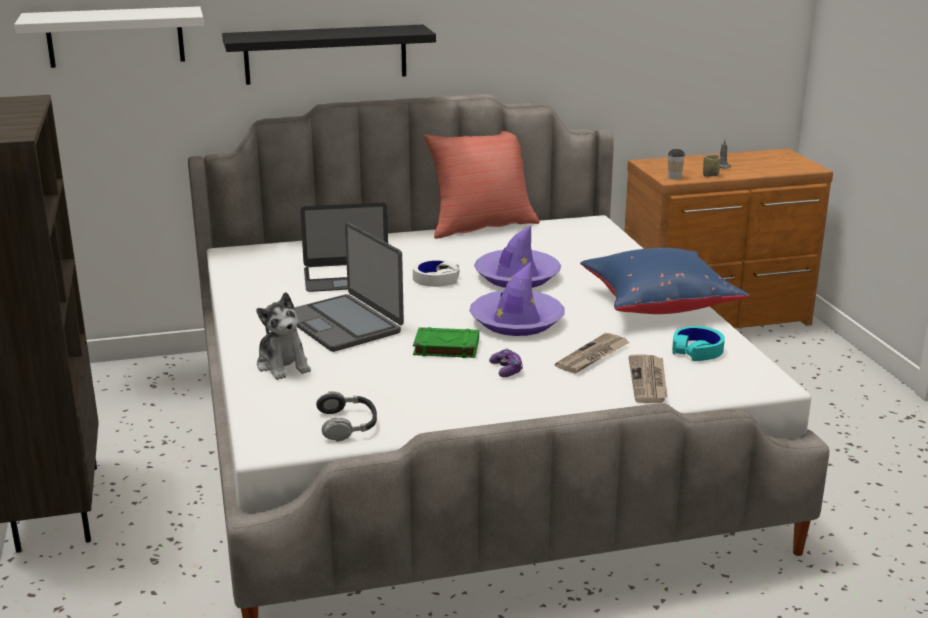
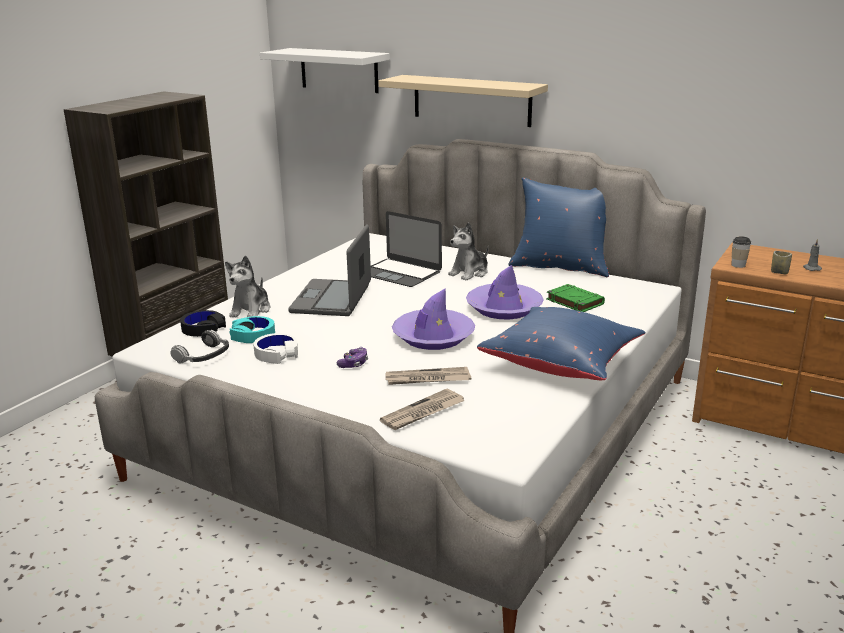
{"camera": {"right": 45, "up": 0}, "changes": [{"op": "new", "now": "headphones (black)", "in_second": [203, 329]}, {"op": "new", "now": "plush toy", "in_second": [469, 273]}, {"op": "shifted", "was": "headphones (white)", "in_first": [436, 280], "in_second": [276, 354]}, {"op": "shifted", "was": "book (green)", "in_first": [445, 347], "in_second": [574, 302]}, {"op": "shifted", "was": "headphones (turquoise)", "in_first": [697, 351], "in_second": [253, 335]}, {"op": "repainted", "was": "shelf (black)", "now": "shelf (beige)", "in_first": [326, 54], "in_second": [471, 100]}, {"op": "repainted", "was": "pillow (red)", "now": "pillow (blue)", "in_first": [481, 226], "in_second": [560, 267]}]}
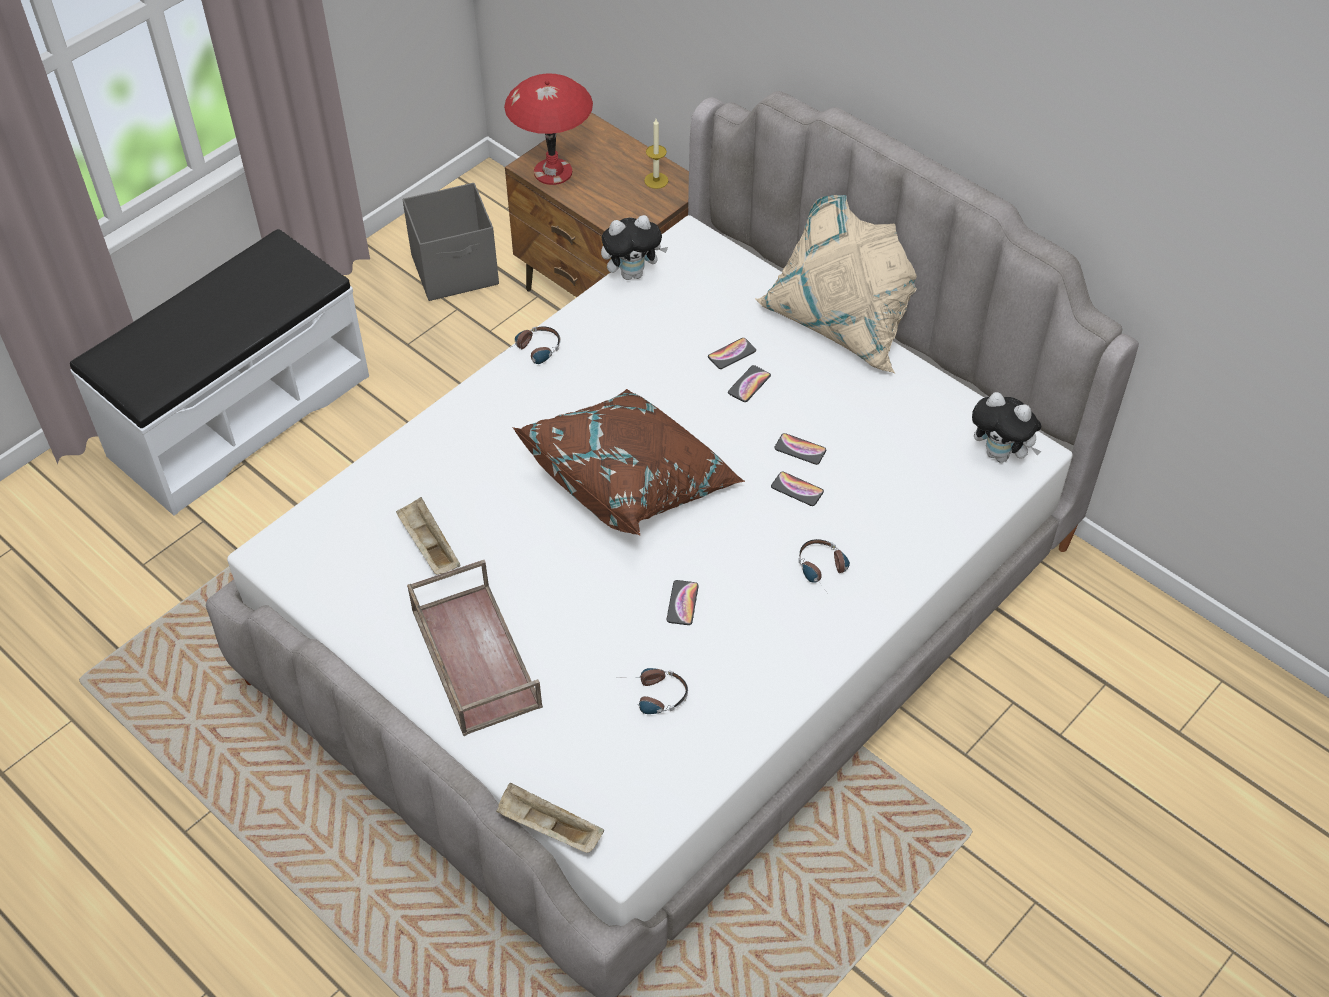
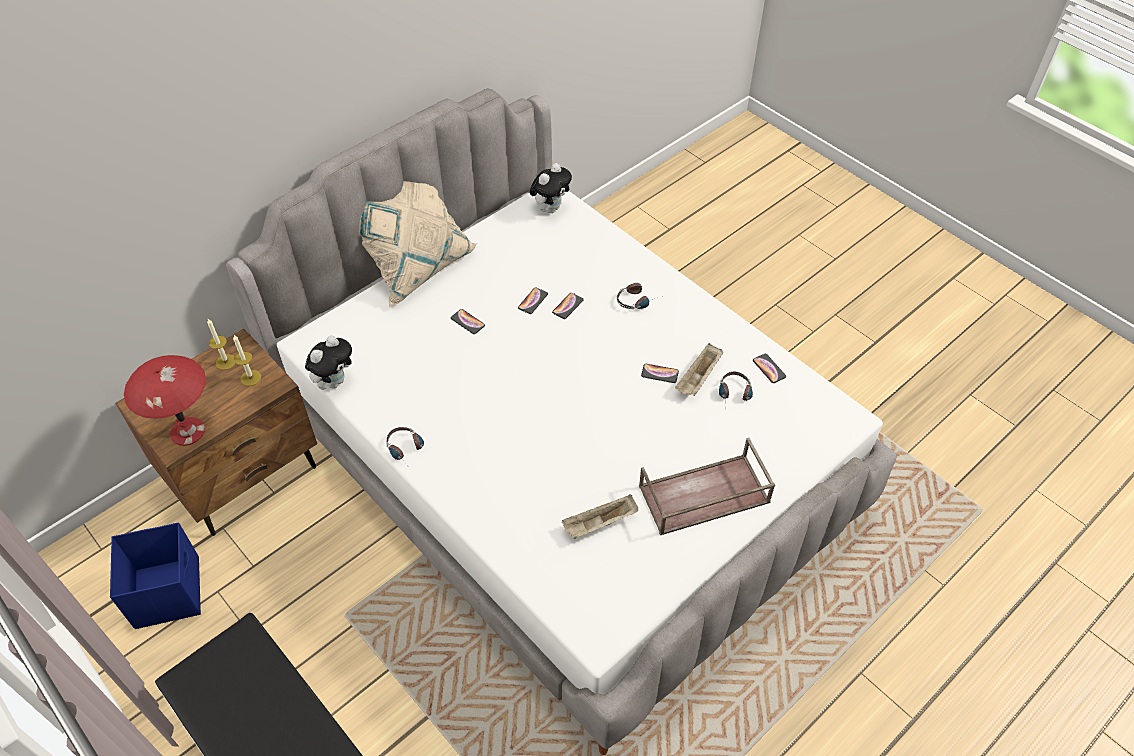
{"camera": {"right": -85, "up": 0}, "changes": [{"op": "gone", "was": "pillow (brown)", "in_first": [632, 481]}, {"op": "new", "now": "candle", "in_second": [251, 378]}, {"op": "shifted", "was": "tray (beige)", "in_first": [548, 828], "in_second": [698, 378]}, {"op": "shifted", "was": "phone", "in_first": [732, 354], "in_second": [769, 369]}, {"op": "repainted", "was": "storage box (grey)", "now": "storage box (blue)", "in_first": [456, 271], "in_second": [168, 591]}, {"op": "rotated", "was": "plush toy", "in_first": [632, 273], "in_second": [334, 381], "clockwise": 45}]}
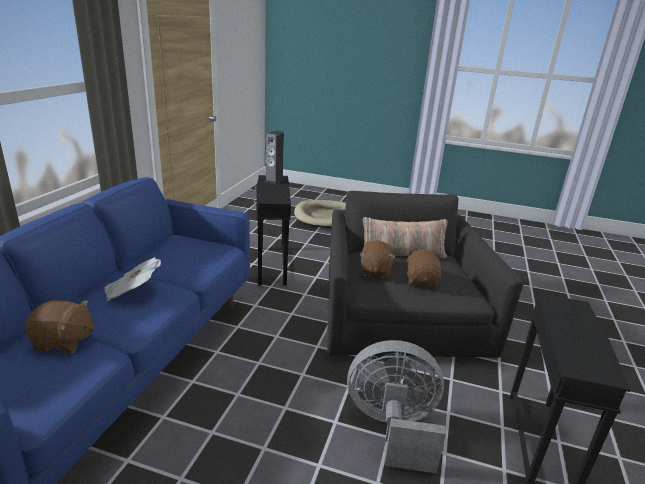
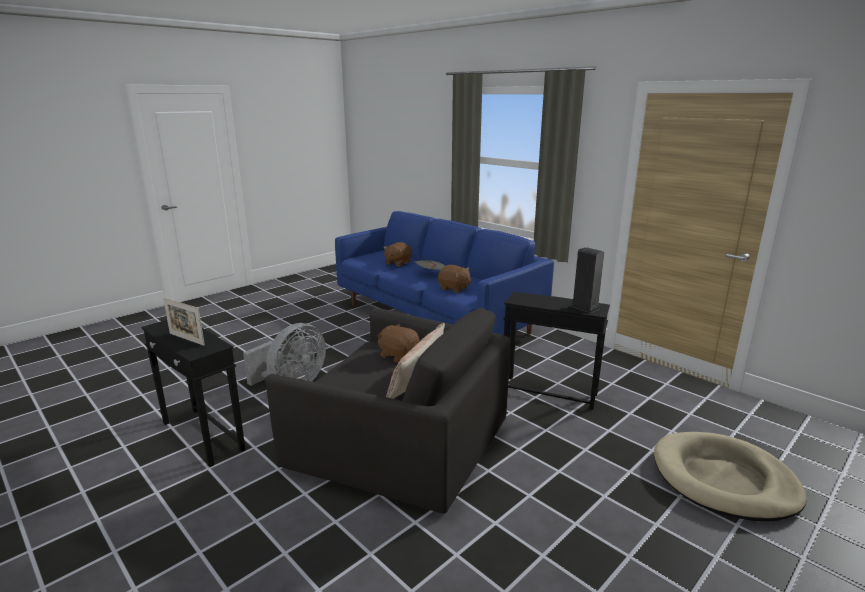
{"camera": {"right": 120, "up": -5}, "changes": [{"op": "new", "now": "picture frame", "in_second": [186, 339]}, {"op": "shifted", "was": "plush toy (brown)", "in_first": [421, 280], "in_second": [454, 288]}]}
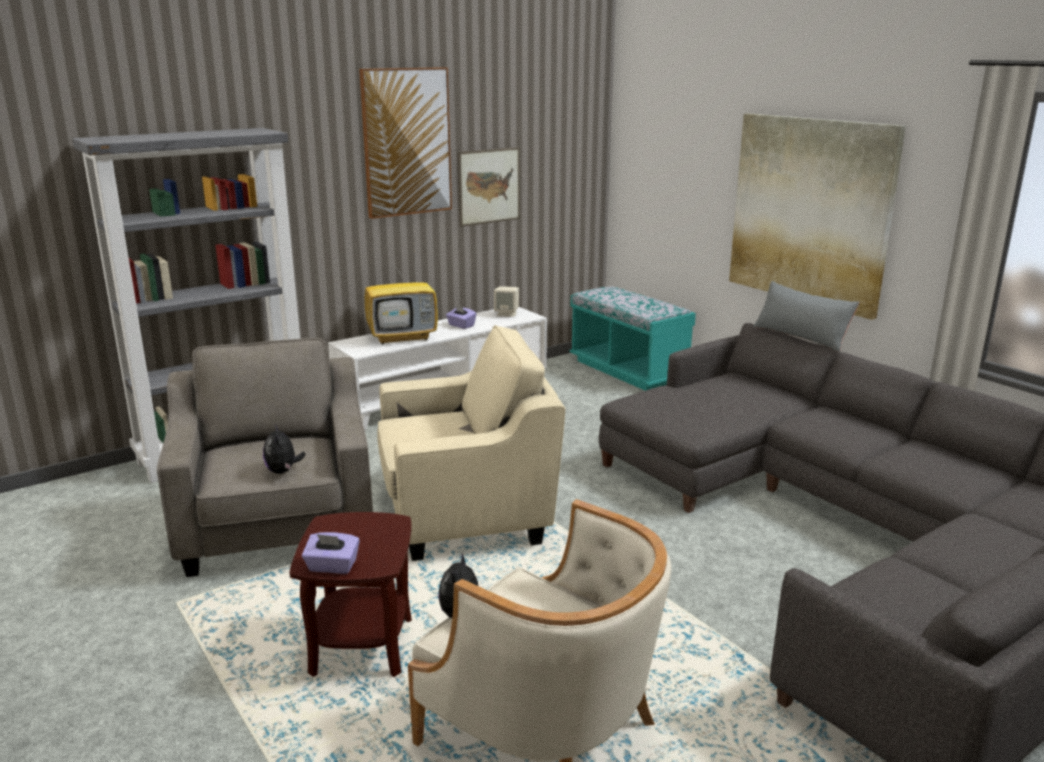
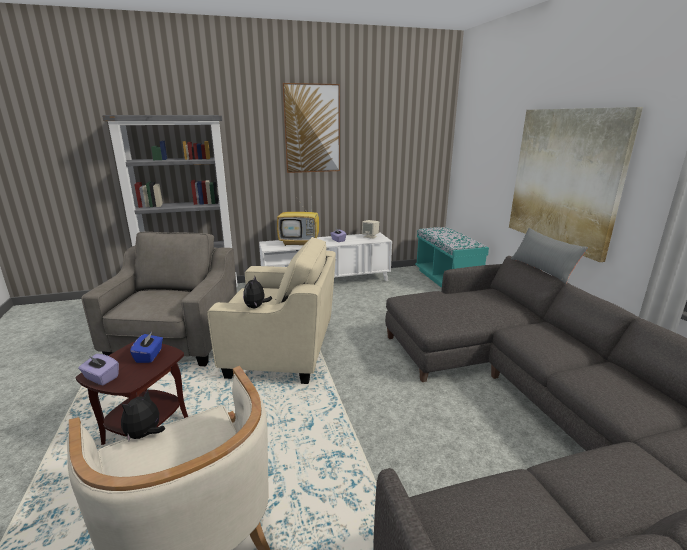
{"camera": {"right": 20, "up": 0}, "changes": [{"op": "gone", "was": "picture", "in_first": [489, 186]}, {"op": "new", "now": "tissue box (blue)", "in_second": [149, 356]}, {"op": "shifted", "was": "plush toy", "in_first": [283, 471], "in_second": [256, 307]}]}
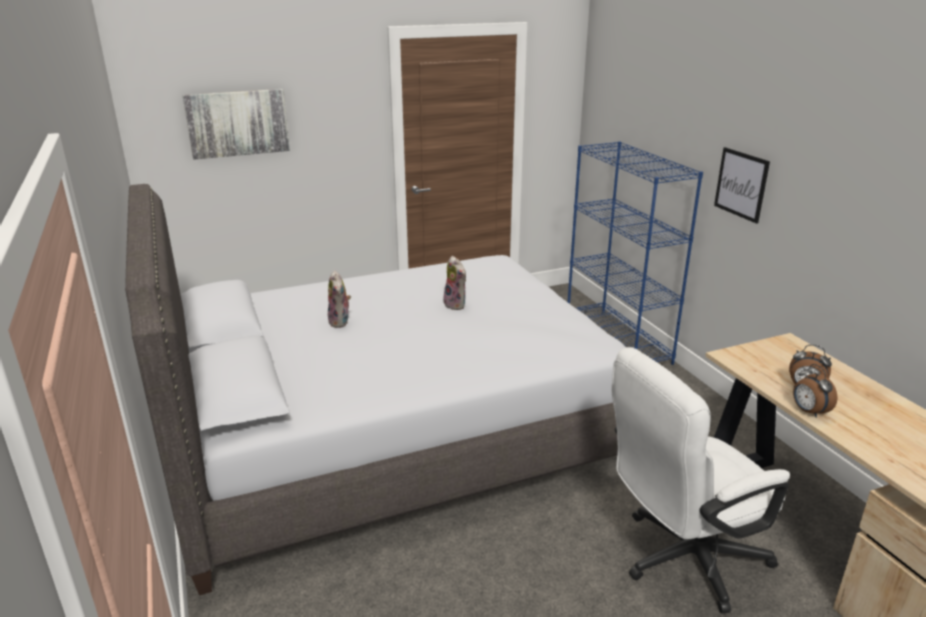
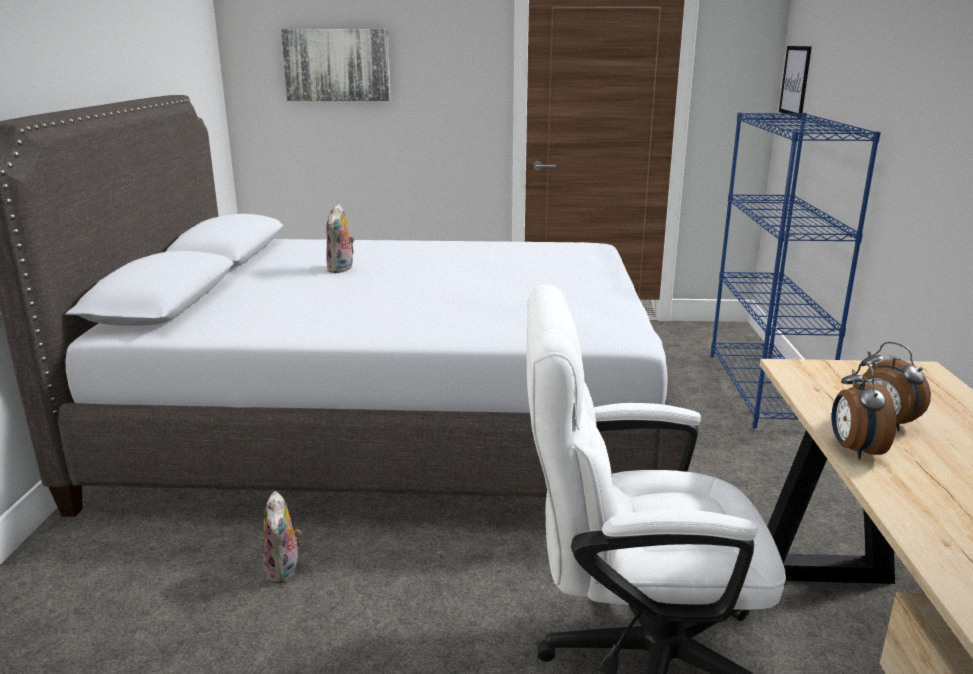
{"camera": {"right": 25, "up": -5}, "changes": [{"op": "shifted", "was": "plush toy", "in_first": [456, 305], "in_second": [285, 571]}, {"op": "shifted", "was": "picture", "in_first": [741, 184], "in_second": [795, 80]}]}
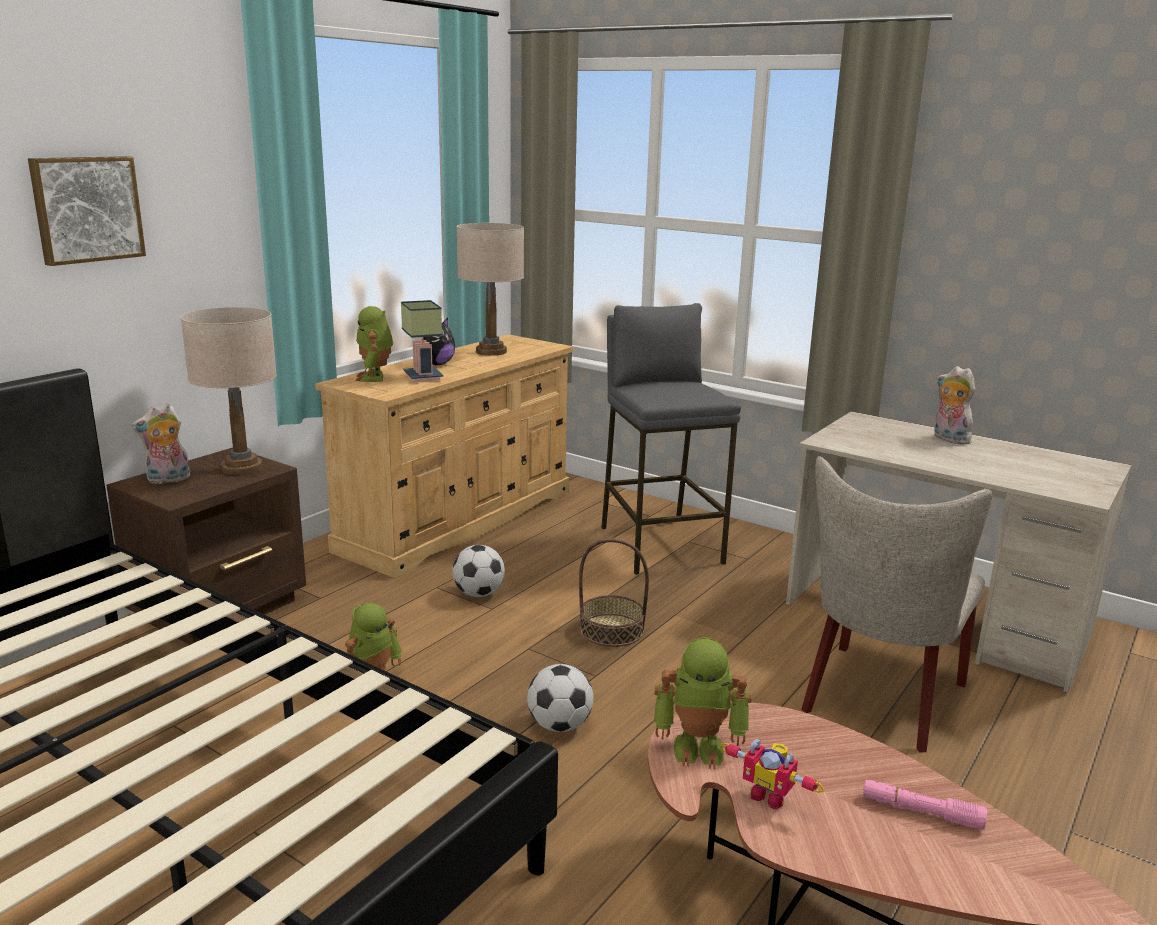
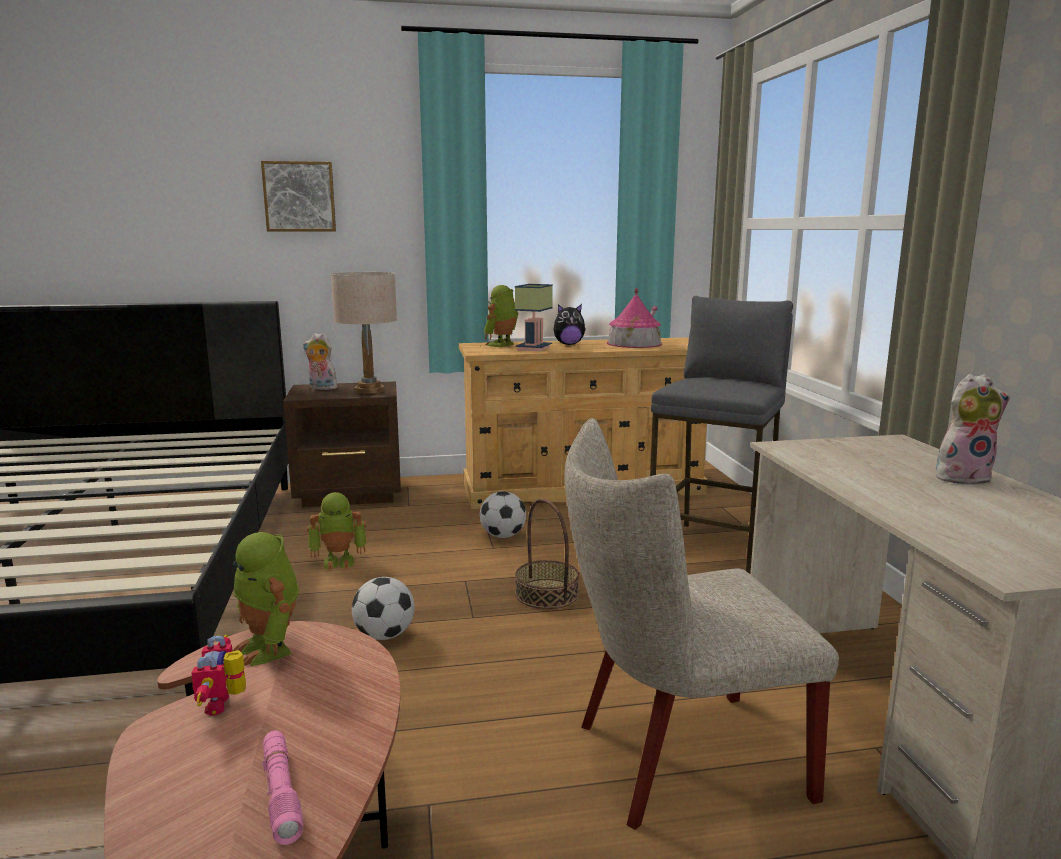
{"camera": {"right": 45, "up": -5}, "changes": [{"op": "swapped", "was": "table lamp (beige)", "now": "toy house", "in_first": [491, 352], "in_second": [634, 343]}, {"op": "rotated", "was": "plush toy", "in_first": [948, 439], "in_second": [962, 477], "clockwise": 75}]}
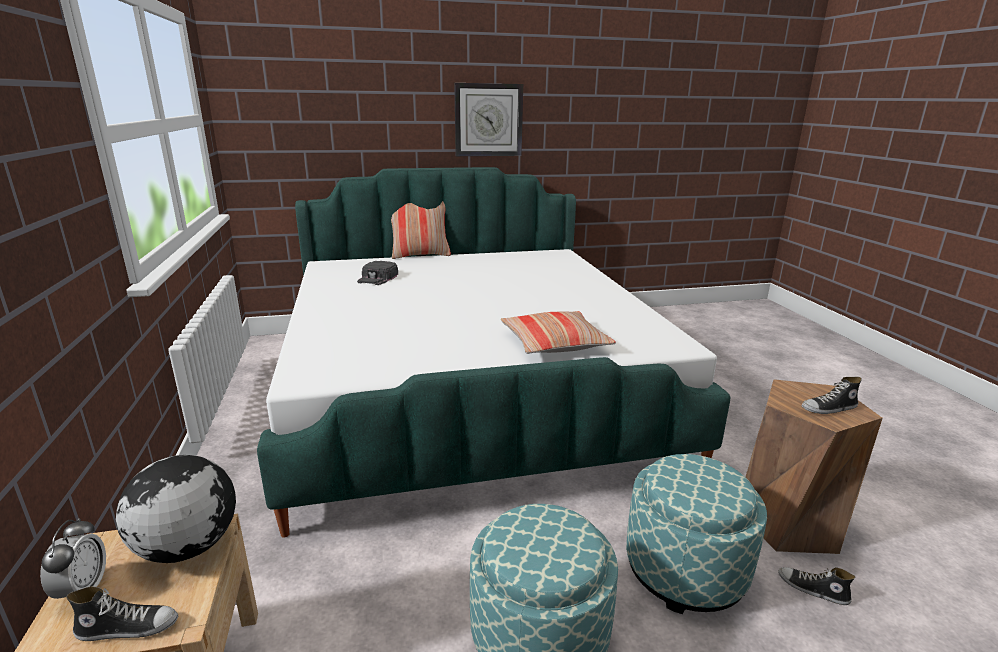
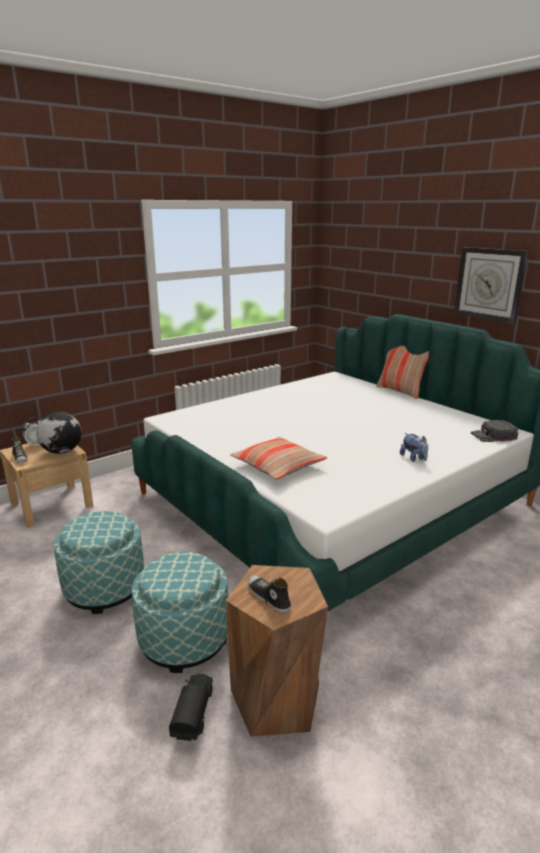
{"camera": {"right": 65, "up": 0}, "changes": [{"op": "new", "now": "plush toy", "in_second": [414, 458]}, {"op": "shifted", "was": "cap (black)", "in_first": [378, 278], "in_second": [493, 436]}, {"op": "swapped", "was": "shoe", "now": "toy truck", "in_first": [812, 589], "in_second": [194, 714]}]}
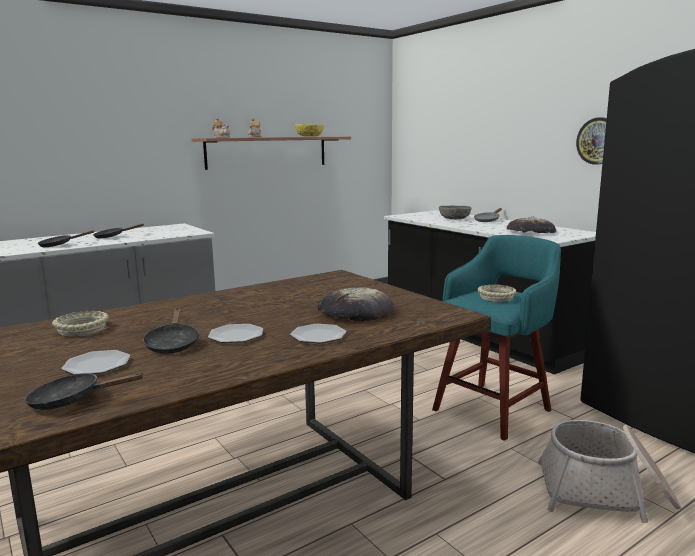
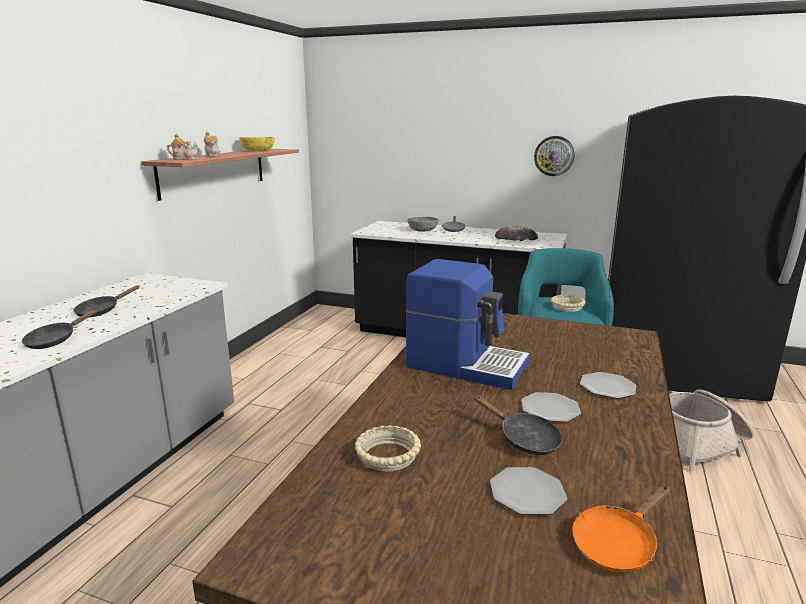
{"camera": {"right": -35, "up": 5}, "changes": [{"op": "gone", "was": "bread", "in_first": [355, 311]}, {"op": "new", "now": "coffee machine", "in_second": [466, 364]}, {"op": "repainted", "was": "frying pan (black)", "now": "frying pan (orange)", "in_first": [72, 400], "in_second": [617, 544]}]}
